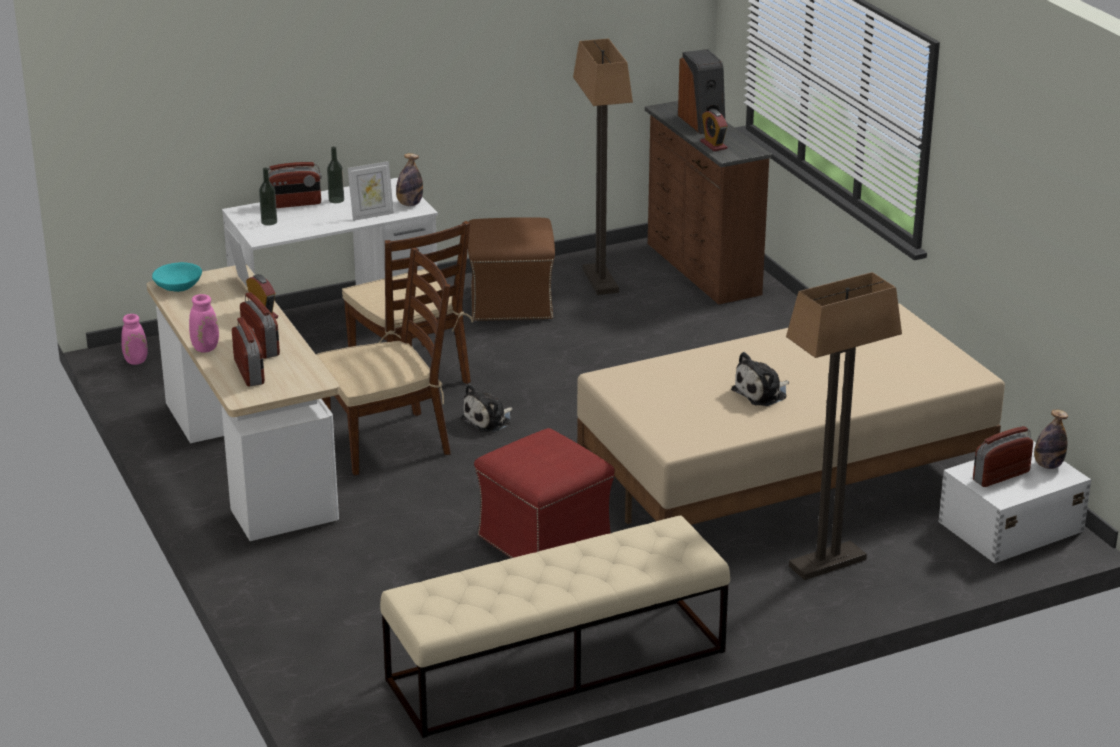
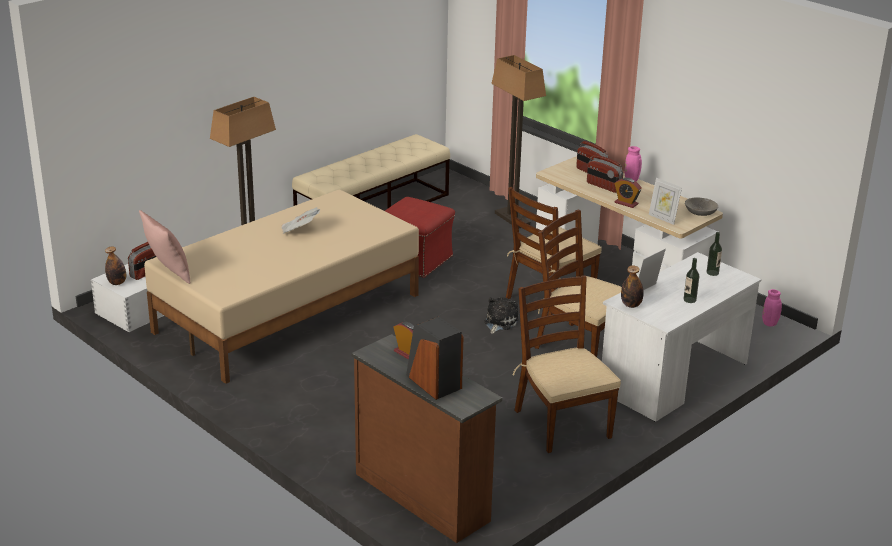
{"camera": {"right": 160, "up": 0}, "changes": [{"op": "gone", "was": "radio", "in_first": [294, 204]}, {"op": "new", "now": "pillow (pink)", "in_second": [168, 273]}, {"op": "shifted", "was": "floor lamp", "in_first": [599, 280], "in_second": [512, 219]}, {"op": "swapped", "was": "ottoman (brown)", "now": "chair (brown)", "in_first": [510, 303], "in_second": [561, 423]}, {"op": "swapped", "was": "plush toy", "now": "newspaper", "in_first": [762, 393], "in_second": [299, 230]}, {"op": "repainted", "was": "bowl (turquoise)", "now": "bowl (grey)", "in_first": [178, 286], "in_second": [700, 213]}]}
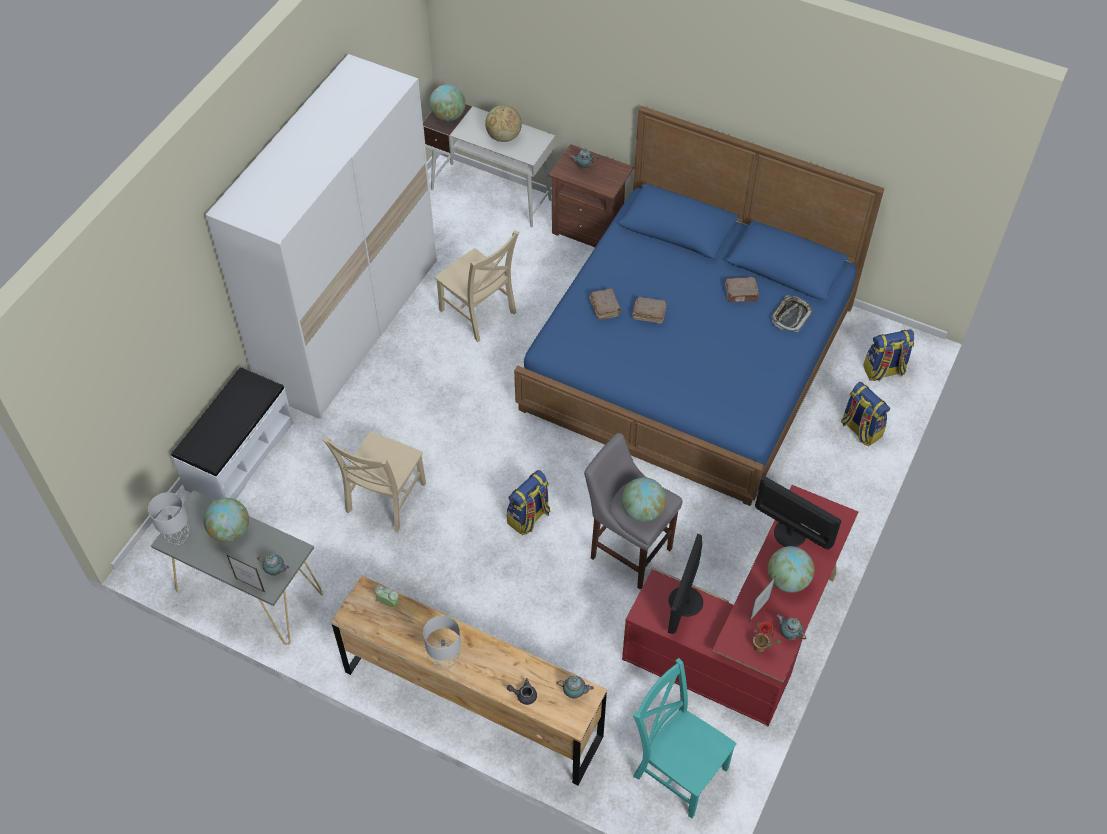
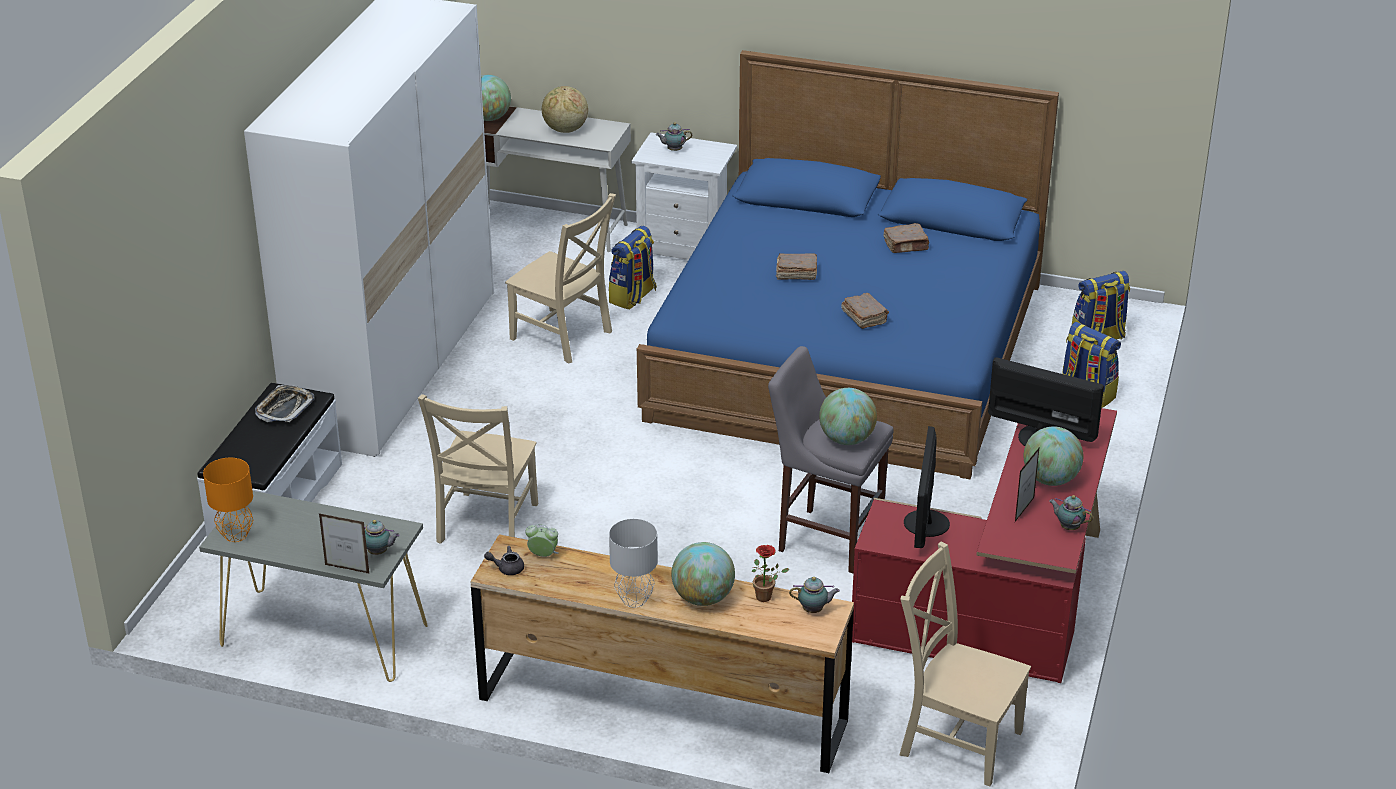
{"camera": {"right": -10, "up": -20}, "changes": [{"op": "shifted", "was": "globe", "in_first": [230, 531], "in_second": [703, 598]}, {"op": "shifted", "was": "backpack", "in_first": [529, 518], "in_second": [633, 297]}, {"op": "shifted", "was": "teapot (grey)", "in_first": [523, 695], "in_second": [507, 568]}, {"op": "shifted", "was": "book (brown)", "in_first": [605, 308], "in_second": [864, 318]}, {"op": "shifted", "was": "potted plant", "in_first": [762, 647], "in_second": [767, 597]}, {"op": "shifted", "was": "tray", "in_first": [791, 316], "in_second": [284, 408]}, {"op": "repainted", "was": "table lamp (grey)", "now": "table lamp (orange)", "in_first": [179, 537], "in_second": [236, 534]}, {"op": "repainted", "was": "nightstand (brown)", "now": "nightstand (white)", "in_first": [590, 230], "in_second": [686, 247]}, {"op": "repainted", "was": "chair (turquoise)", "now": "chair (beige)", "in_first": [677, 769], "in_second": [956, 740]}]}
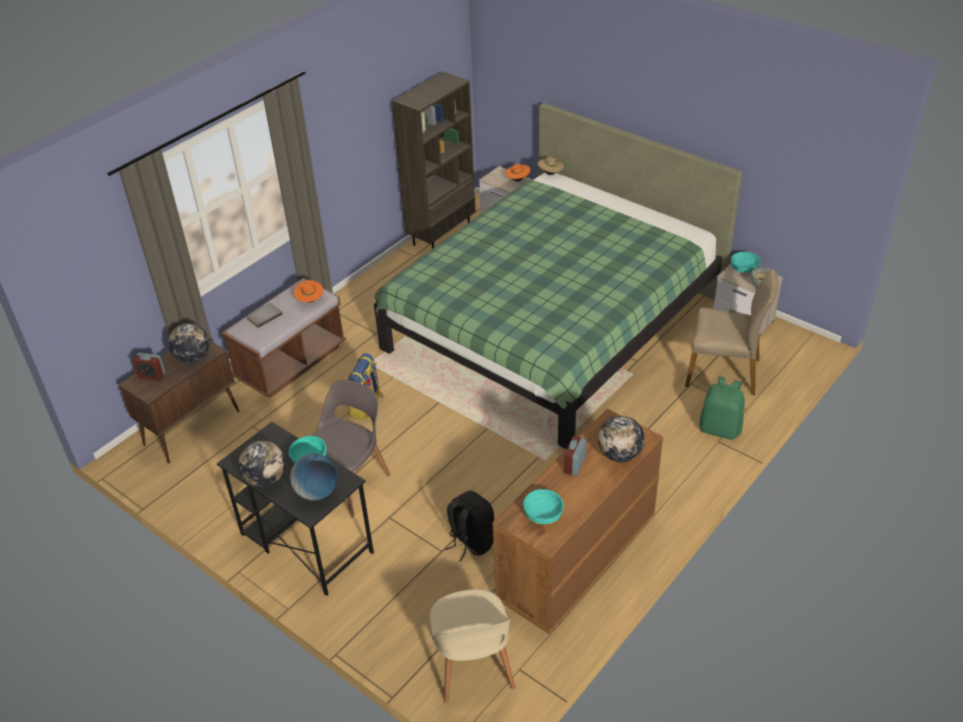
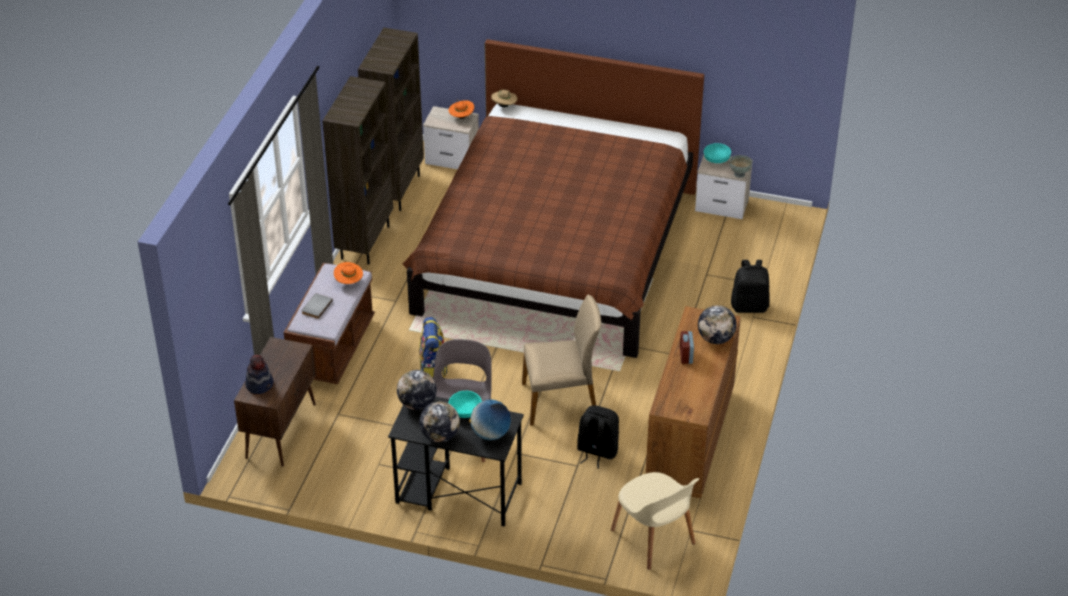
{"camera": {"right": -25, "up": 0}, "changes": [{"op": "gone", "was": "bowl (turquoise)", "in_first": [542, 514]}, {"op": "new", "now": "bookcase (brown)", "in_second": [364, 242]}, {"op": "shifted", "was": "globe", "in_first": [193, 358], "in_second": [417, 404]}, {"op": "shifted", "was": "chair (beige)", "in_first": [723, 372], "in_second": [560, 400]}, {"op": "swapped", "was": "alarm clock", "now": "hat", "in_first": [152, 375], "in_second": [260, 384]}, {"op": "repainted", "was": "bed (green)", "now": "bed (brown)", "in_first": [552, 324], "in_second": [556, 251]}, {"op": "repainted", "was": "backpack (green)", "now": "backpack (black)", "in_first": [720, 429], "in_second": [749, 306]}]}
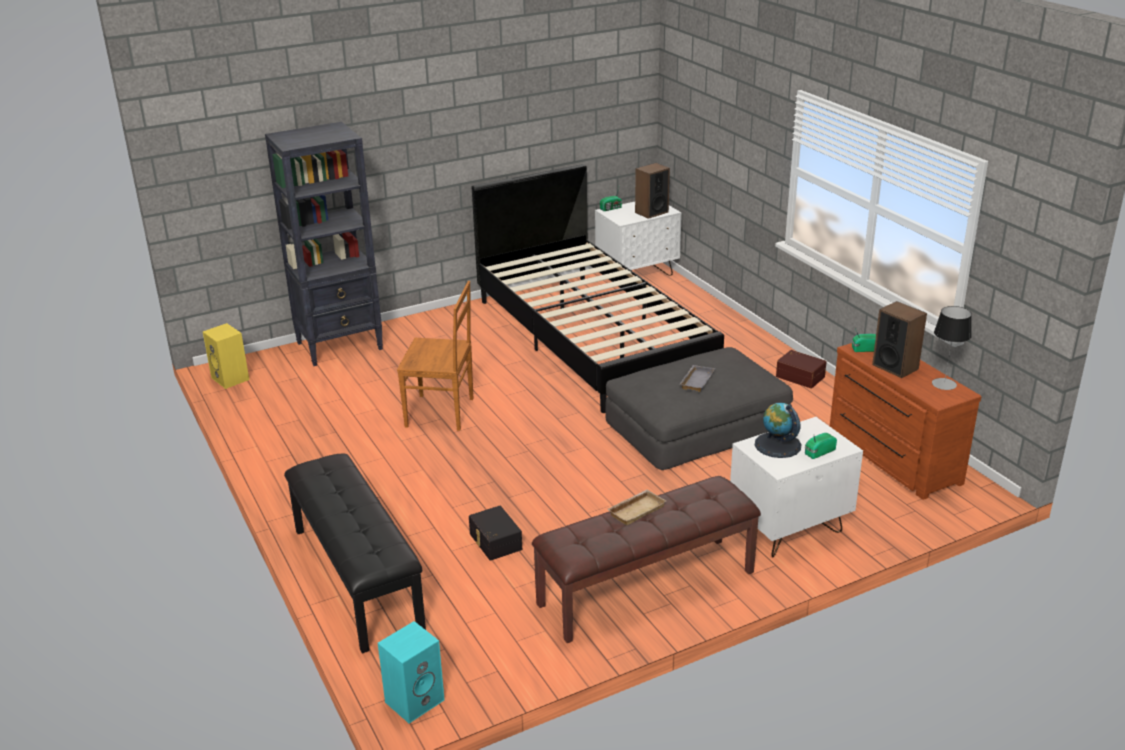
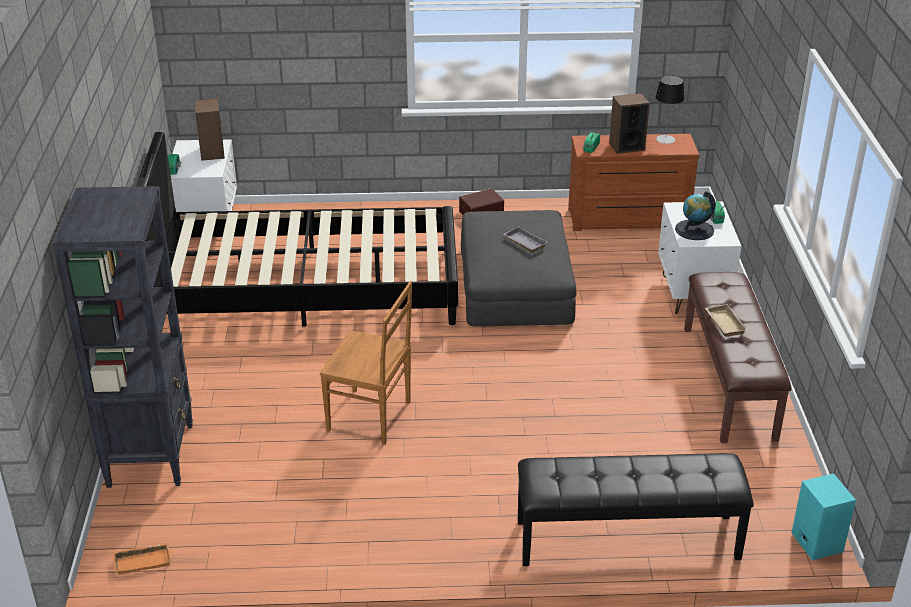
{"camera": {"right": -65, "up": 5}, "changes": [{"op": "gone", "was": "storage box (black)", "in_first": [494, 542]}, {"op": "swapped", "was": "speaker (yellow)", "now": "tray (orange)", "in_first": [231, 379], "in_second": [143, 560]}, {"op": "rotated", "was": "chair (brown)", "in_first": [442, 413], "in_second": [371, 417], "clockwise": 75}]}
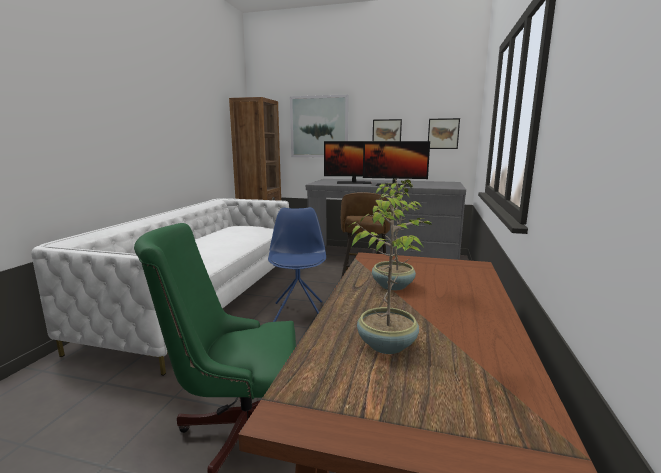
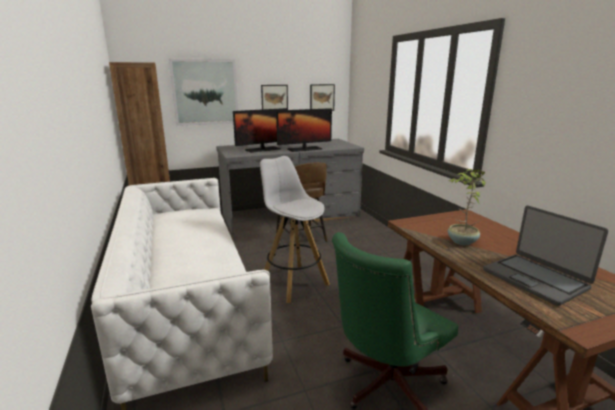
{"camera": {"right": -35, "up": 5}, "changes": [{"op": "swapped", "was": "chair (blue)", "now": "stool (white)", "in_first": [299, 312], "in_second": [293, 283]}, {"op": "swapped", "was": "potted plant", "now": "laptop", "in_first": [387, 344], "in_second": [535, 279]}]}
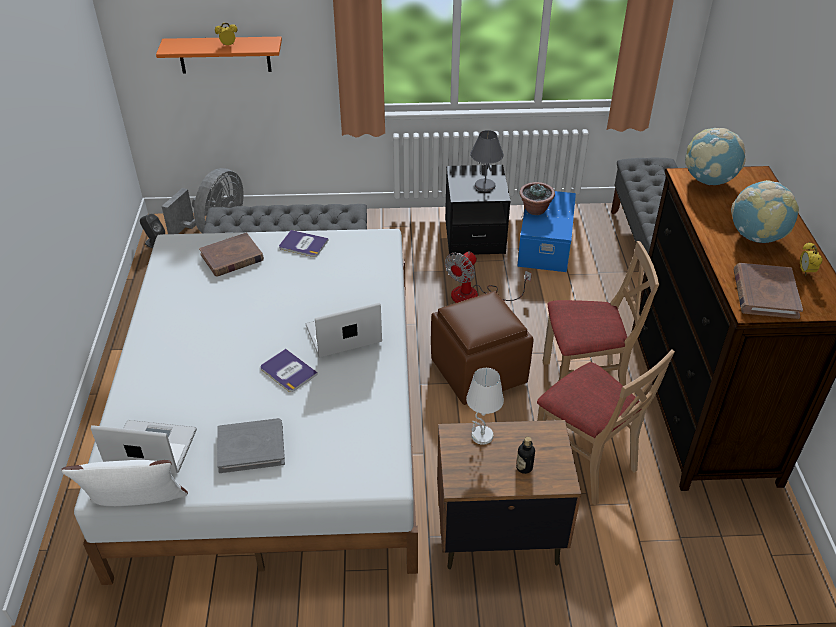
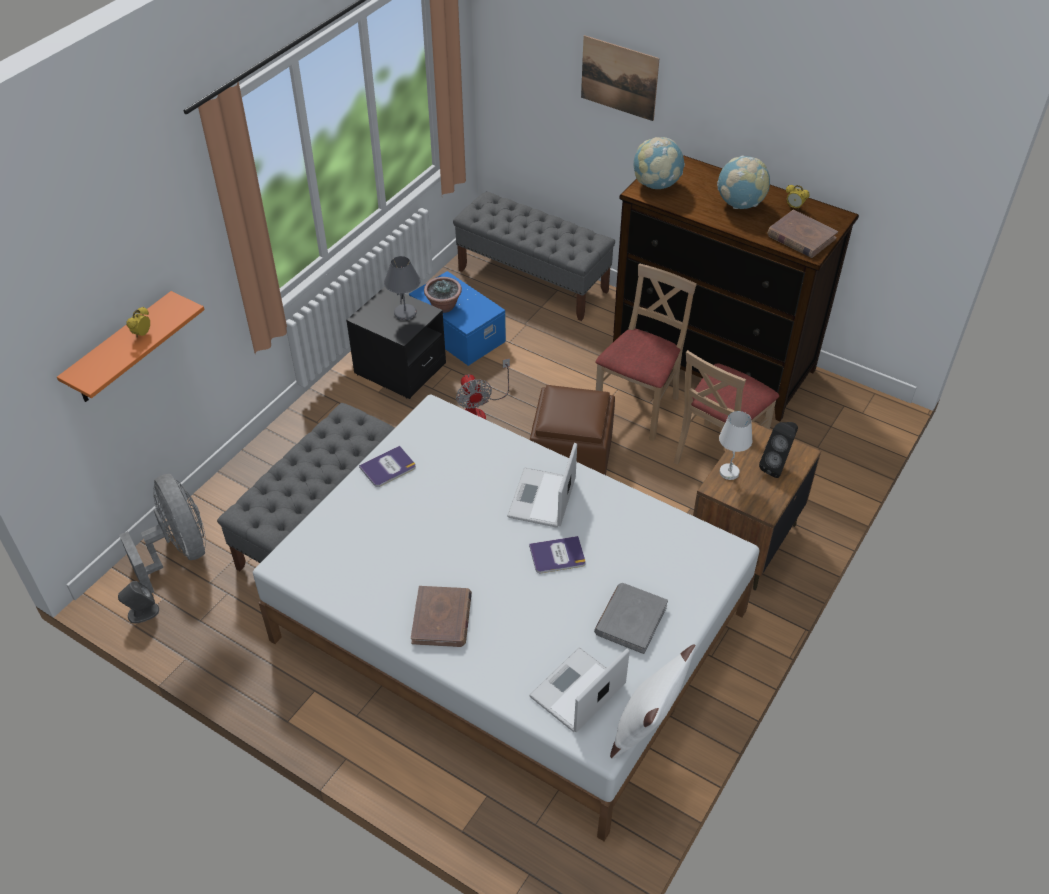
{"camera": {"right": -55, "up": 5}, "changes": [{"op": "new", "now": "picture", "in_second": [619, 78]}, {"op": "shifted", "was": "book (brown)", "in_first": [232, 257], "in_second": [442, 619]}, {"op": "swapped", "was": "bottle", "now": "speaker (black)", "in_first": [524, 467], "in_second": [776, 466]}, {"op": "rotated", "was": "chair (beige)", "in_first": [585, 463], "in_second": [717, 455], "clockwise": 135}]}
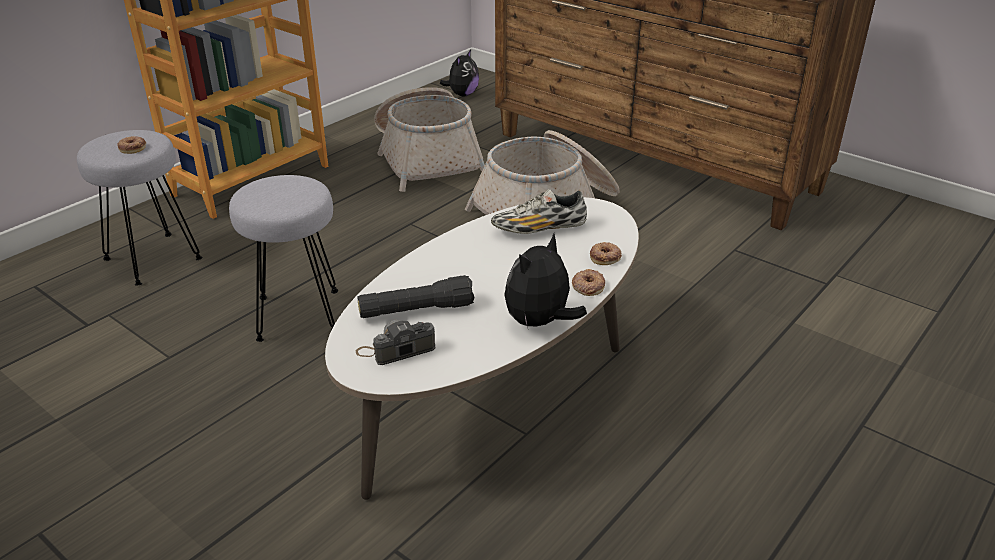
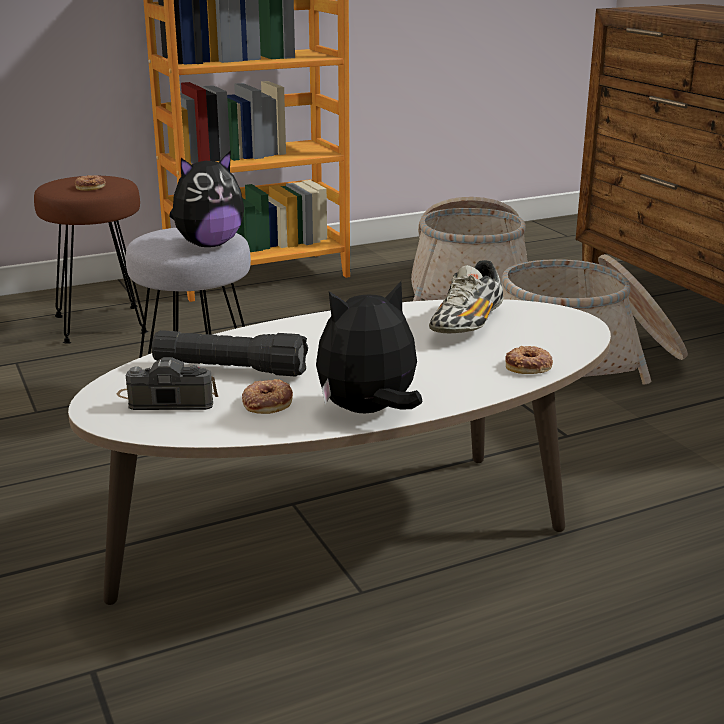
{"camera": {"right": 25, "up": -10}, "changes": [{"op": "shifted", "was": "plush toy", "in_first": [462, 94], "in_second": [208, 244]}, {"op": "shifted", "was": "donut", "in_first": [588, 286], "in_second": [267, 402]}, {"op": "repainted", "was": "stool (grey)", "now": "stool (brown)", "in_first": [153, 258], "in_second": [101, 324]}, {"op": "rotated", "was": "shoe", "in_first": [539, 229], "in_second": [467, 324], "clockwise": -75}]}
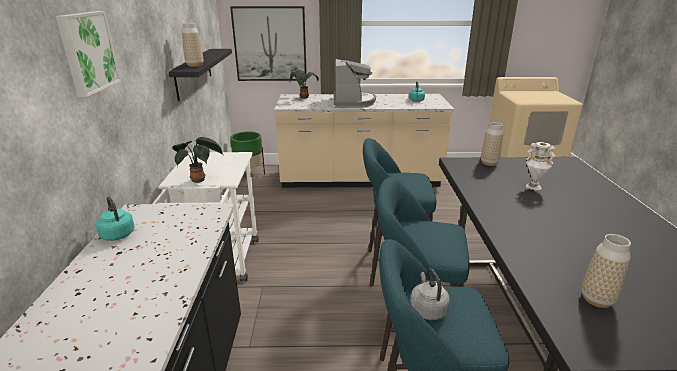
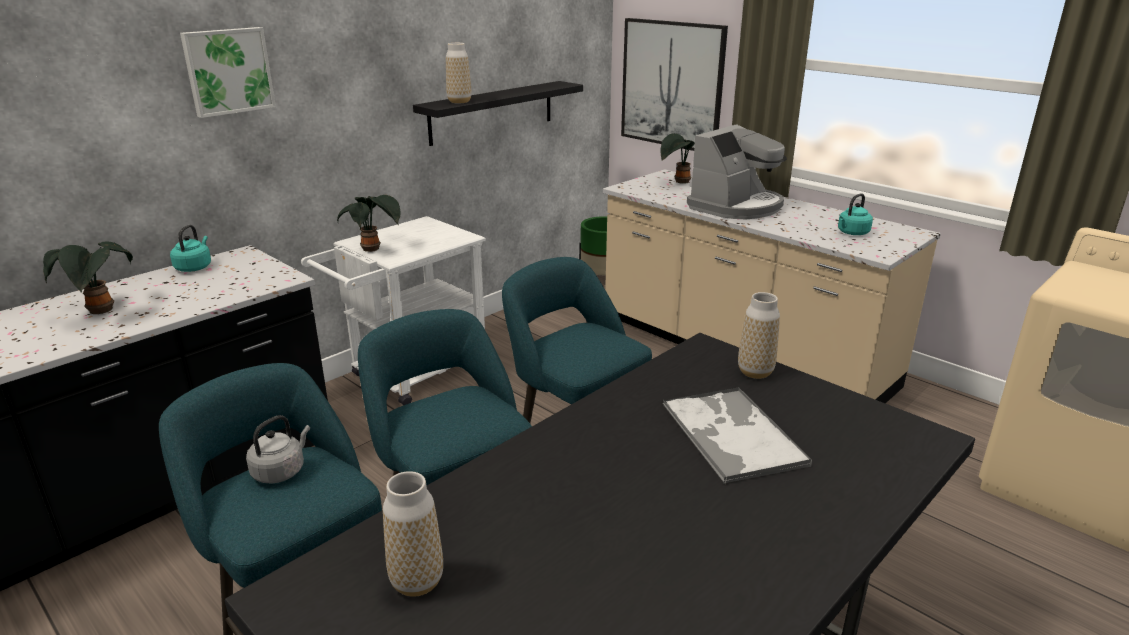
{"camera": {"right": 45, "up": 0}, "changes": [{"op": "new", "now": "potted plant", "in_second": [101, 312]}, {"op": "swapped", "was": "vase (white)", "now": "tray", "in_first": [533, 187], "in_second": [731, 433]}]}
